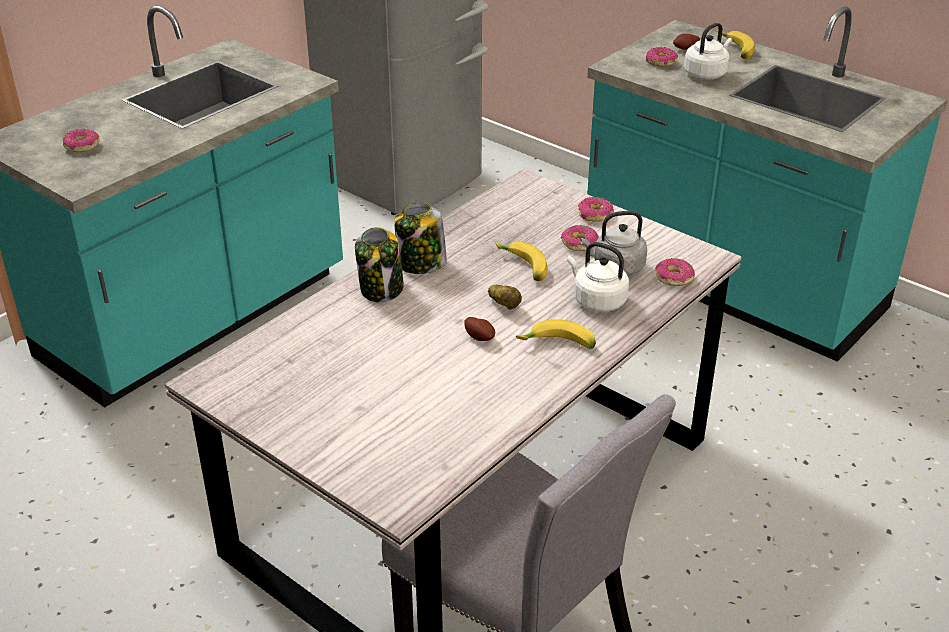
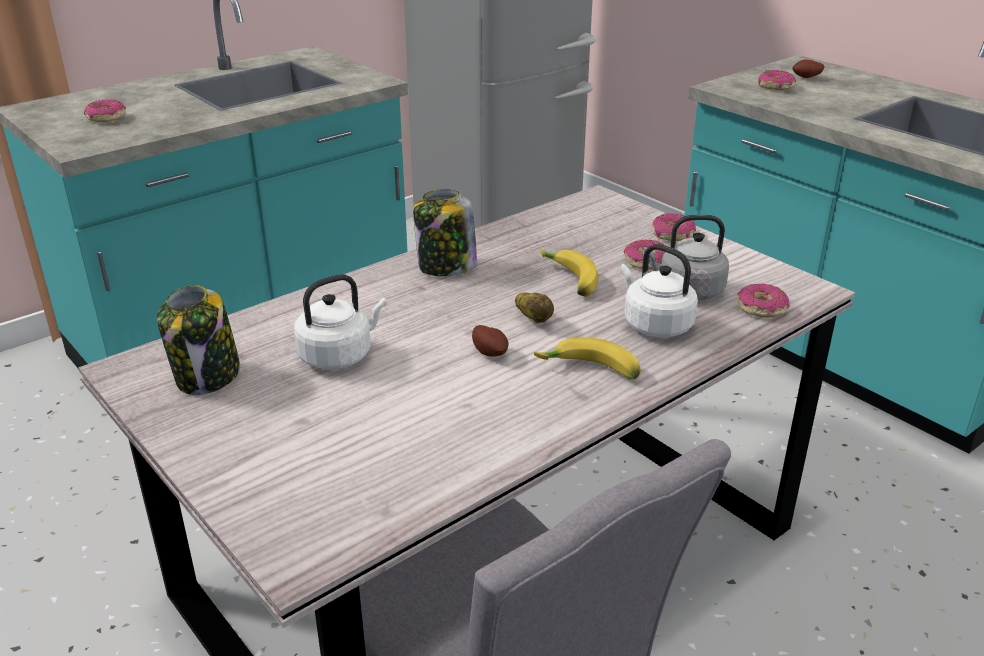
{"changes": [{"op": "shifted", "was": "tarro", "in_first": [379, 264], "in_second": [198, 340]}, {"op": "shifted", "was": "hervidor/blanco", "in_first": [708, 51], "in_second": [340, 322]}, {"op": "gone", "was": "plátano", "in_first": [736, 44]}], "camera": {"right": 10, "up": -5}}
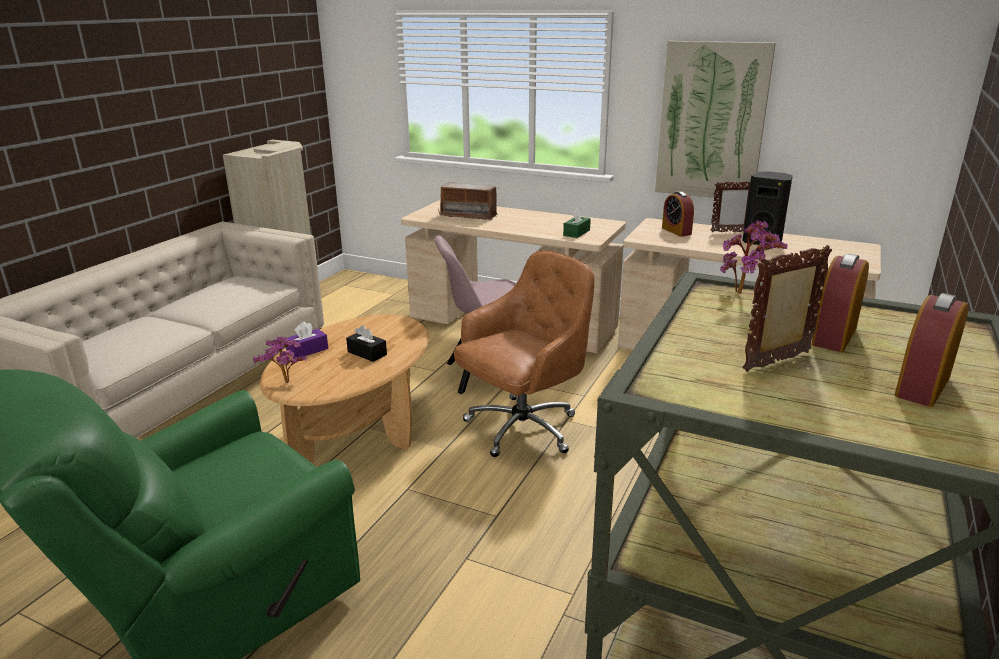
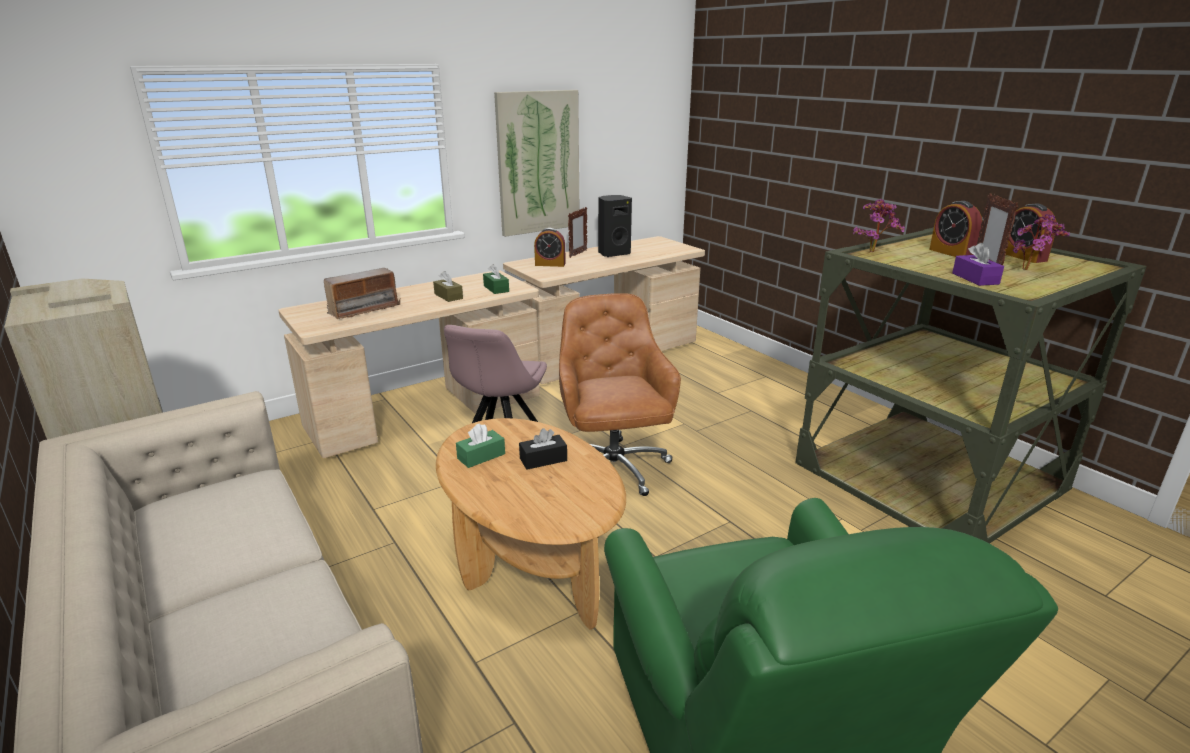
{"changes": [{"op": "shifted", "was": "planta en maceta", "in_first": [280, 359], "in_second": [1041, 242]}, {"op": "shifted", "was": "caja de pañuelos/morado", "in_first": [307, 340], "in_second": [978, 264]}, {"op": "new", "now": "caja de pañuelos/marrón", "in_second": [448, 286]}, {"op": "new", "now": "caja de pañuelos/verde", "in_second": [480, 445]}], "camera": {"right": -60, "up": 0}}
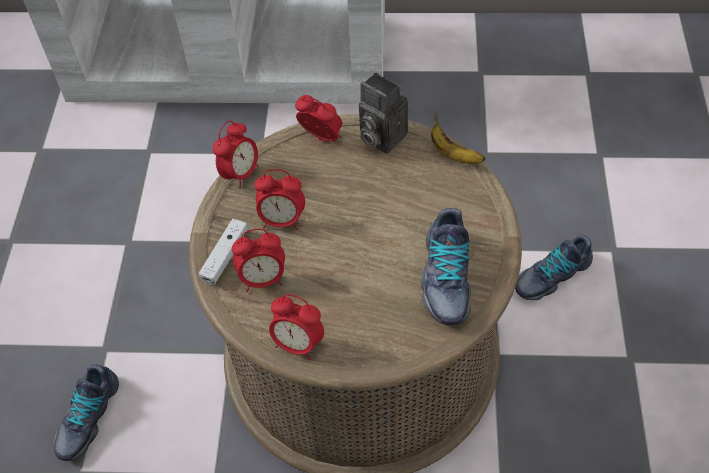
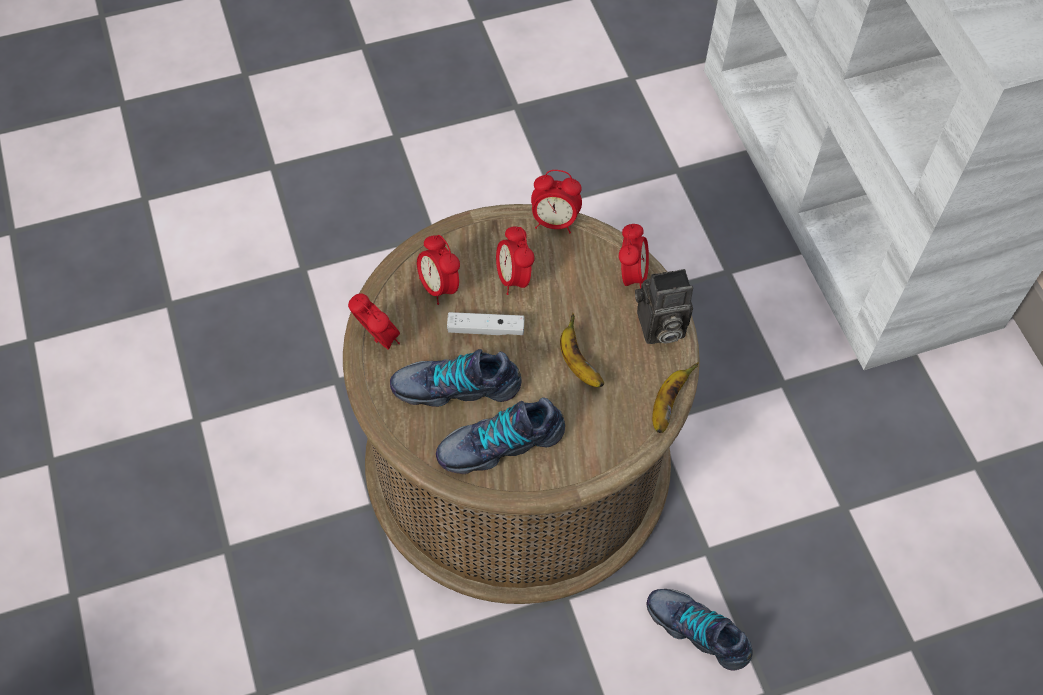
{"changes": [{"op": "shifted", "was": "zapato", "in_first": [86, 412], "in_second": [456, 378]}, {"op": "shifted", "was": "mando de consola/blanco", "in_first": [223, 252], "in_second": [486, 323]}, {"op": "rotated", "was": "despertador", "in_first": [296, 327], "in_second": [374, 321], "clockwise": 135}, {"op": "rotated", "was": "cámara", "in_first": [383, 113], "in_second": [664, 306], "clockwise": -120}, {"op": "new", "now": "plátano", "in_second": [582, 350]}], "camera": {"right": 65, "up": 5}}
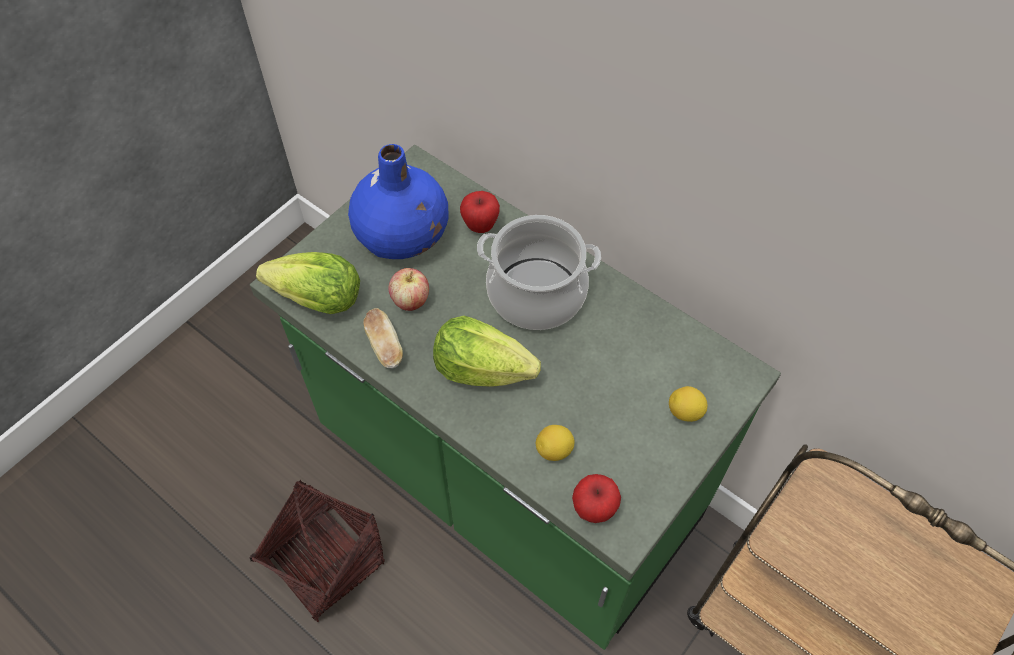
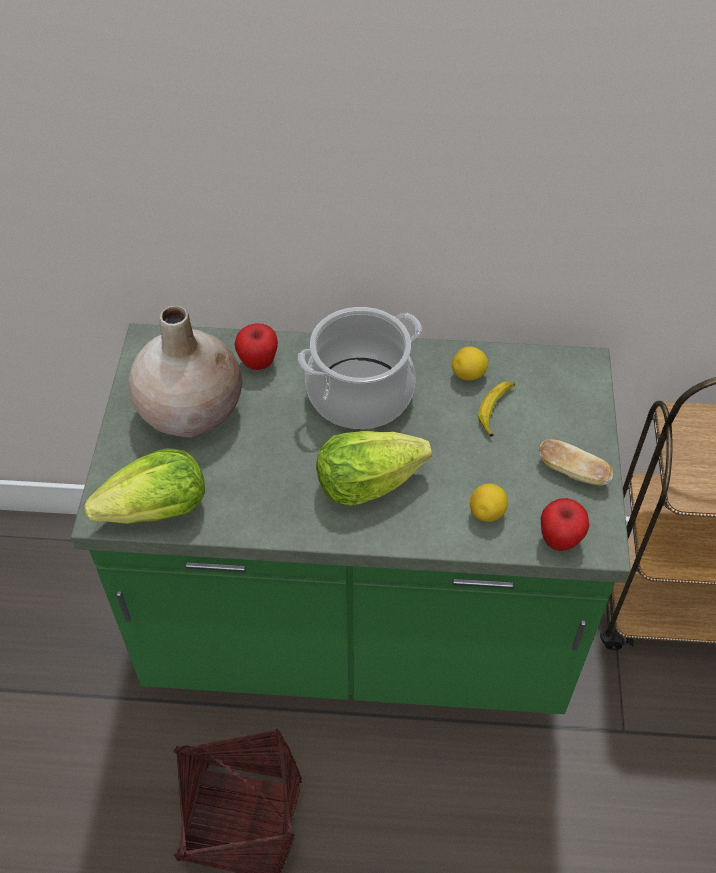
{"changes": [{"op": "repainted", "was": "florero/azul", "now": "florero/beis", "in_first": [398, 201], "in_second": [185, 371]}, {"op": "shifted", "was": "pan", "in_first": [383, 338], "in_second": [576, 462]}, {"op": "gone", "was": "manzana", "in_first": [409, 289]}, {"op": "shifted", "was": "limón", "in_first": [688, 404], "in_second": [470, 363]}, {"op": "new", "now": "plátano", "in_second": [496, 409]}], "camera": {"right": -35, "up": -5}}
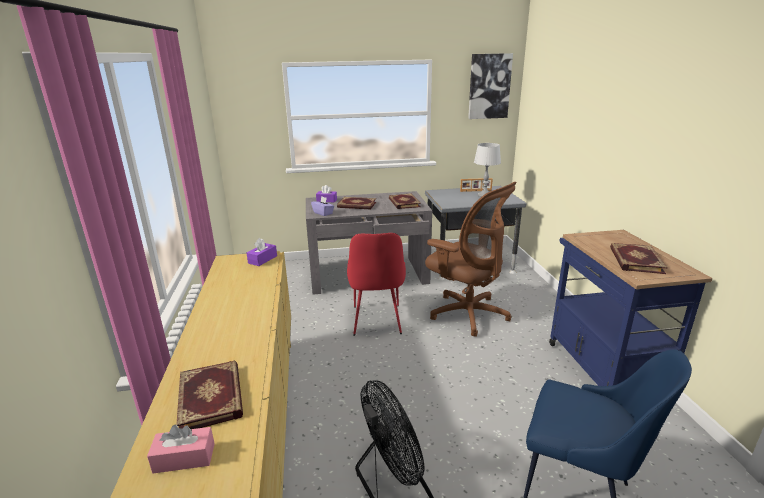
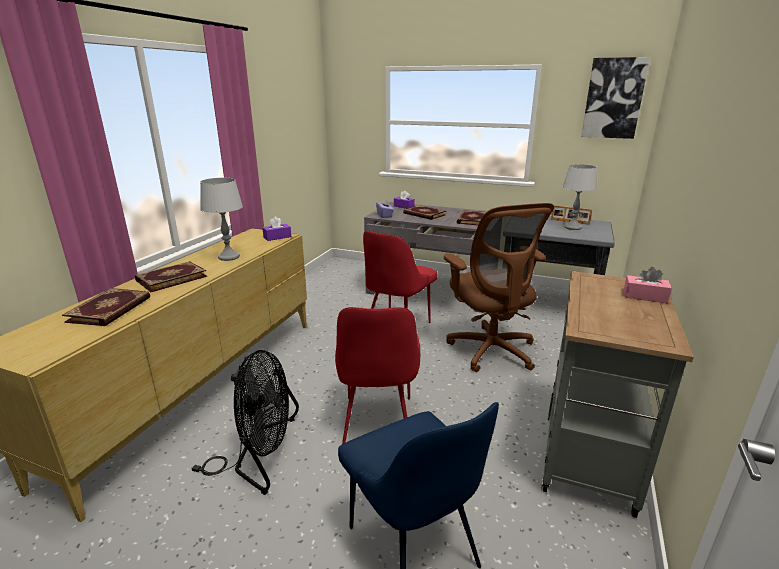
{"changes": [{"op": "shifted", "was": "caja de pañuelos/rosa", "in_first": [181, 449], "in_second": [648, 285]}, {"op": "repainted", "was": "carrito/azul", "now": "carrito/gris", "in_first": [631, 308], "in_second": [617, 394]}, {"op": "shifted", "was": "libro", "in_first": [639, 258], "in_second": [171, 276]}, {"op": "new", "now": "lámpara de mesa/gris", "in_second": [221, 219]}, {"op": "new", "now": "silla/rojo", "in_second": [377, 375]}], "camera": {"right": 30, "up": 0}}
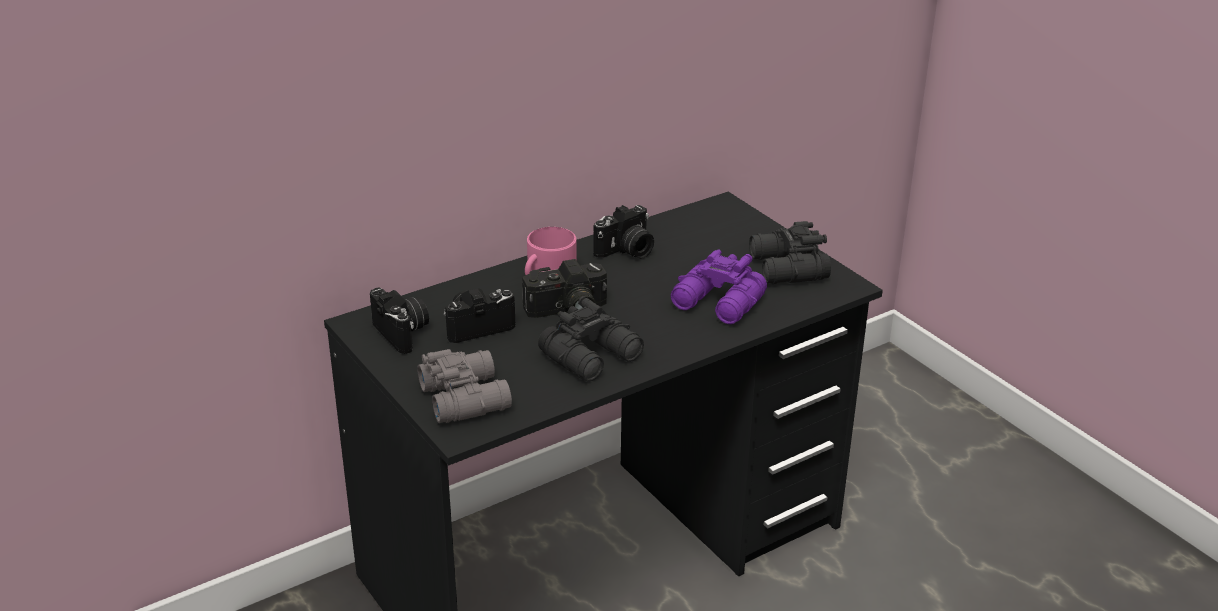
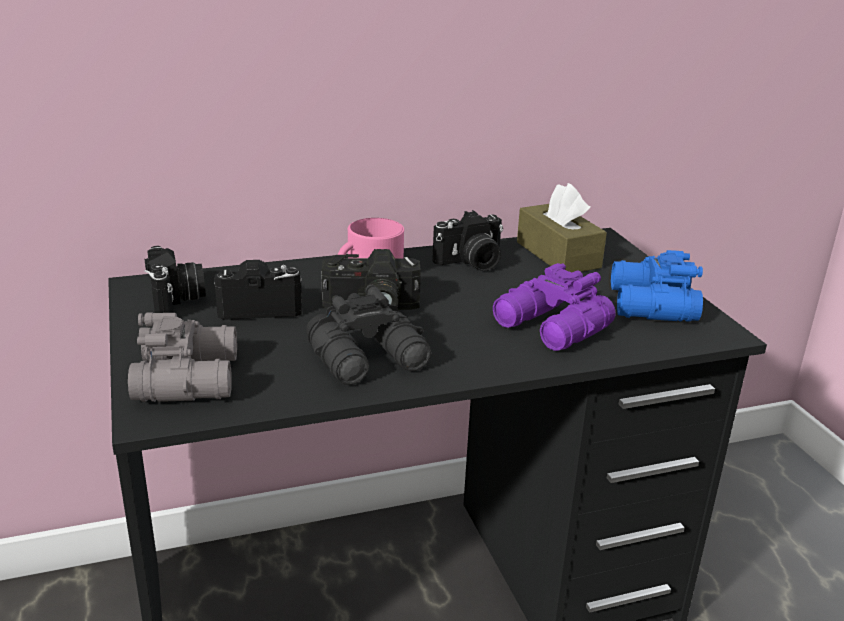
{"changes": [{"op": "repainted", "was": "prismáticos/negro", "now": "prismáticos/azul", "in_first": [790, 252], "in_second": [657, 286]}, {"op": "new", "now": "caja de pañuelos/marrón", "in_second": [562, 228]}], "camera": {"right": 15, "up": -5}}
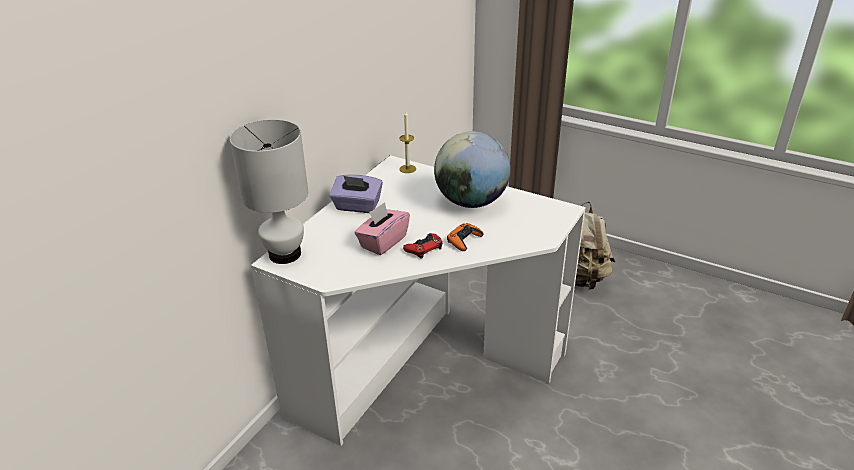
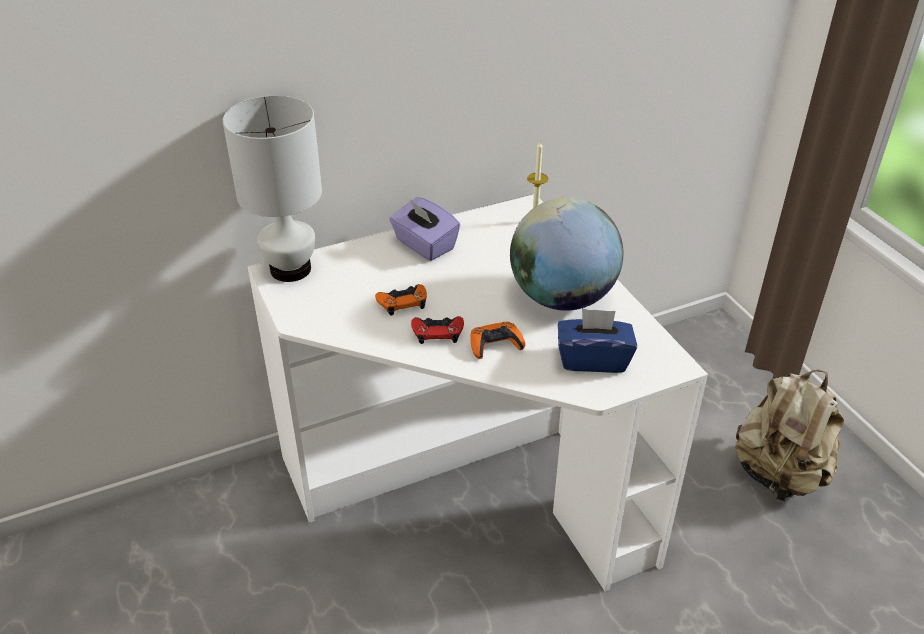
{"changes": [{"op": "swapped", "was": "caja de pañuelos/rosa", "now": "mando de consola/naranja", "in_first": [382, 228], "in_second": [401, 300]}, {"op": "new", "now": "caja de pañuelos/azul", "in_second": [597, 340]}], "camera": {"right": 35, "up": 5}}
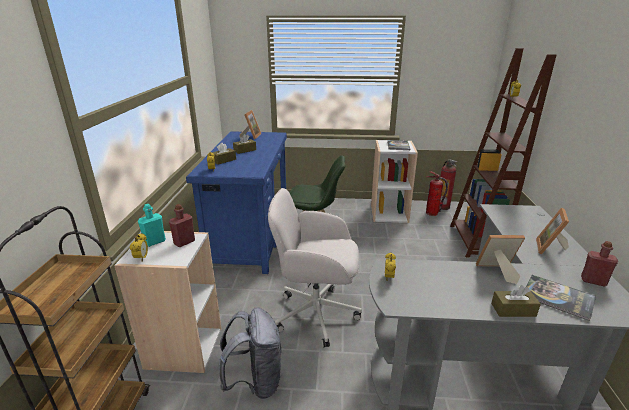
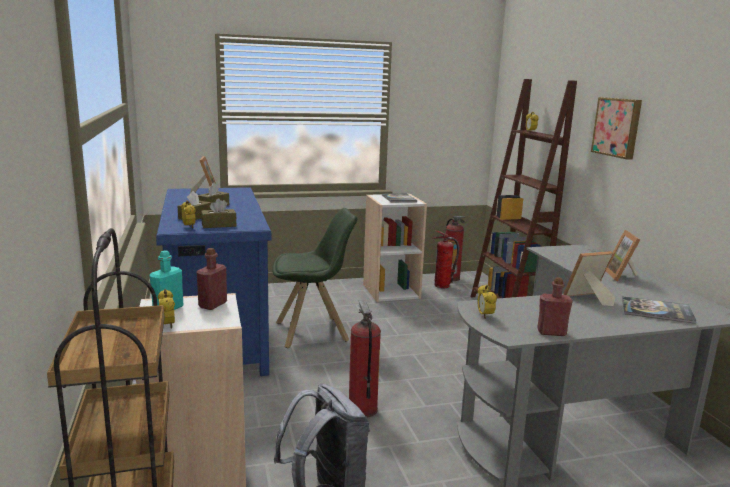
{"changes": [{"op": "swapped", "was": "silla de oficina/blanco", "now": "extintor", "in_first": [315, 268], "in_second": [365, 359]}, {"op": "shifted", "was": "caja de pañuelos/marrón", "in_first": [516, 301], "in_second": [219, 213]}, {"op": "shifted", "was": "botella/rojo", "in_first": [599, 264], "in_second": [555, 306]}, {"op": "new", "now": "cuadro", "in_second": [616, 128]}], "camera": {"right": -20, "up": -10}}
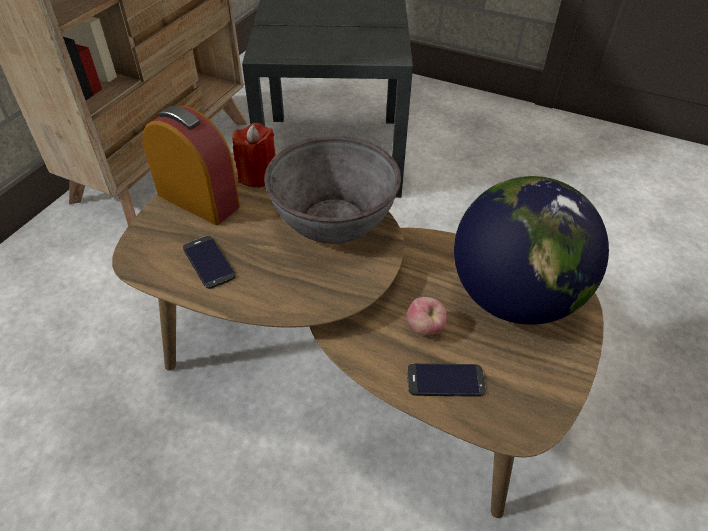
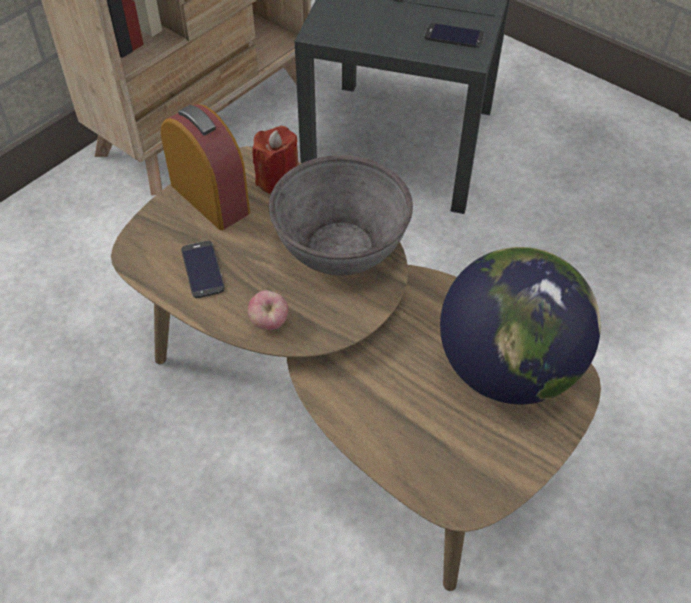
{"changes": [{"op": "shifted", "was": "manzana", "in_first": [427, 316], "in_second": [268, 310]}, {"op": "shifted", "was": "móvil", "in_first": [446, 380], "in_second": [454, 35]}], "camera": {"right": 15, "up": 5}}
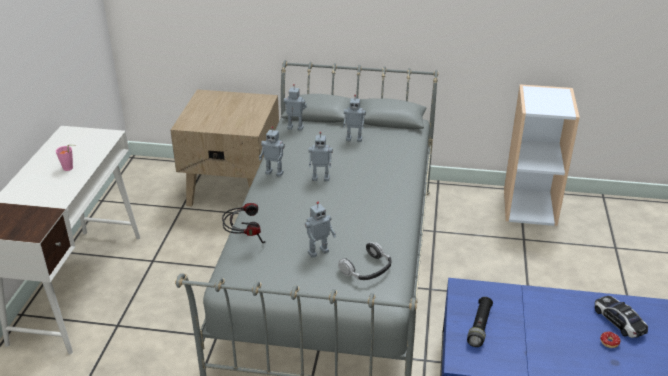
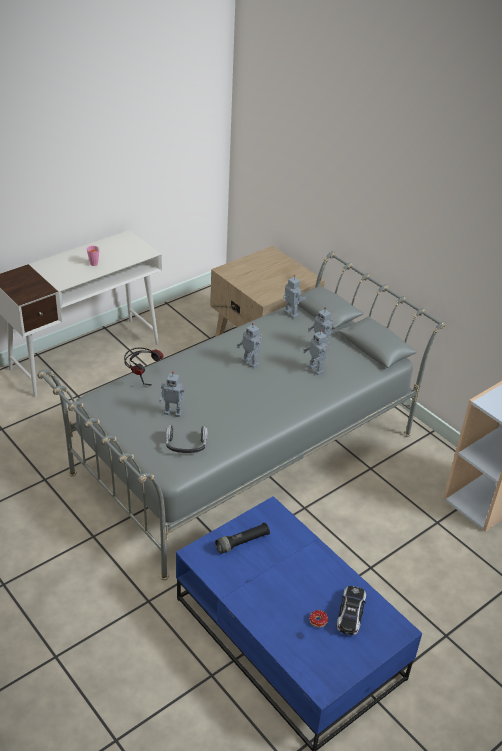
{"changes": [{"op": "shifted", "was": "robot de juguete", "in_first": [272, 151], "in_second": [316, 352]}], "camera": {"right": 40, "up": 5}}
